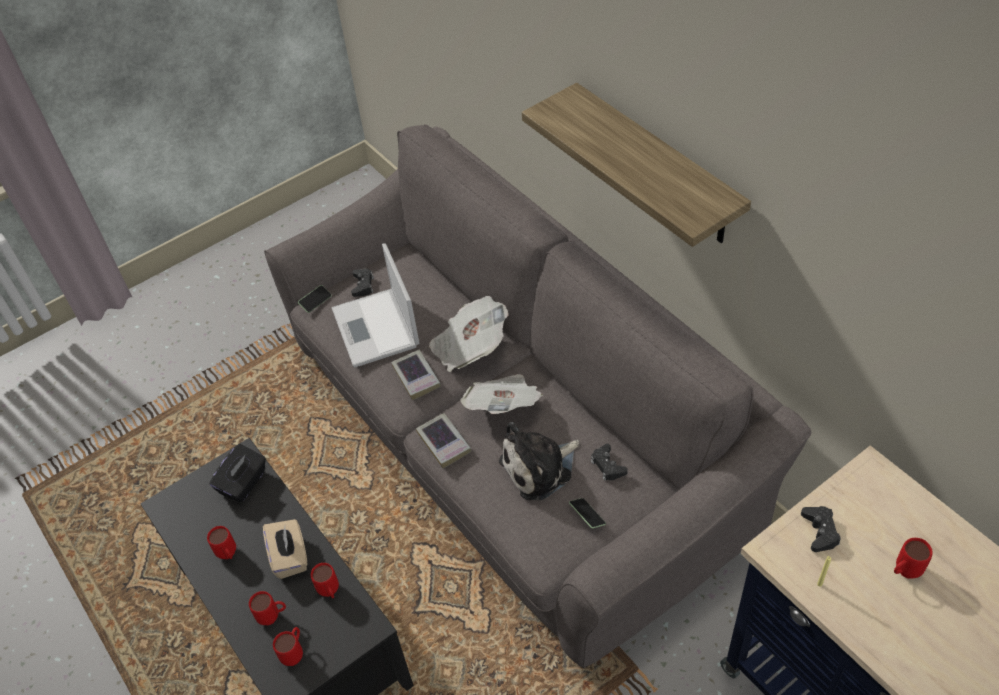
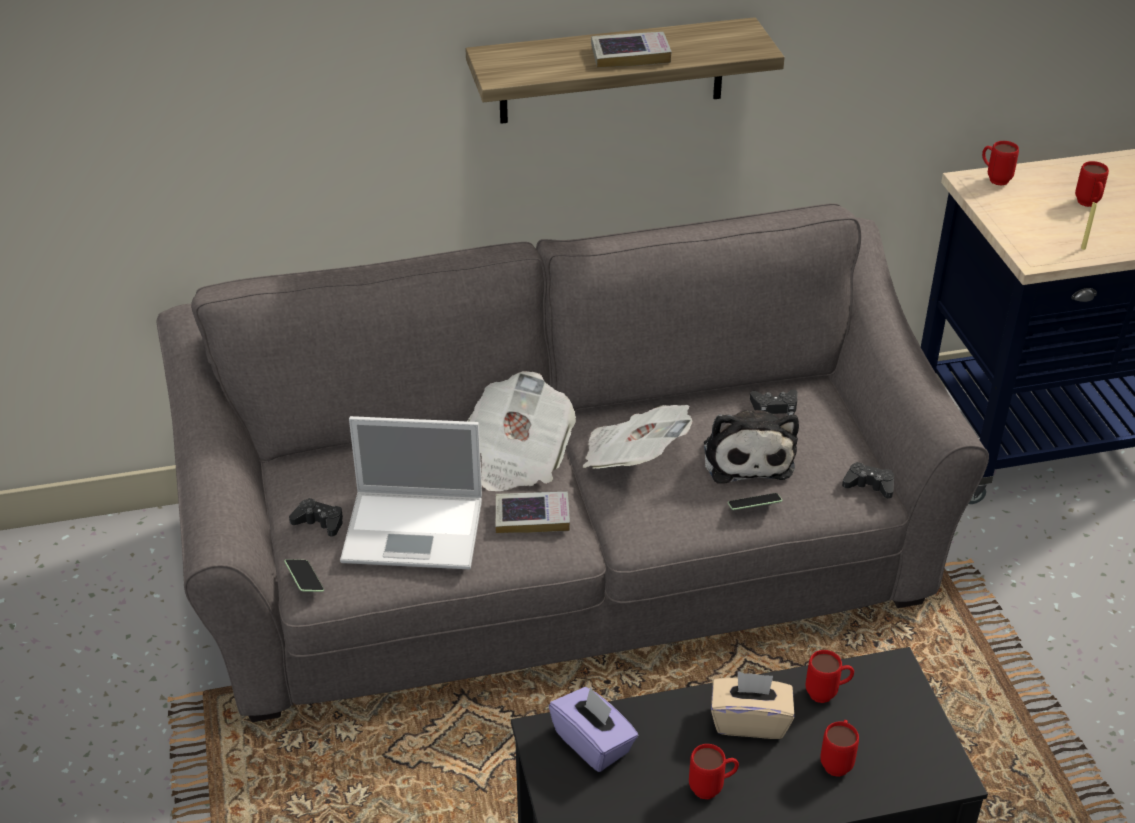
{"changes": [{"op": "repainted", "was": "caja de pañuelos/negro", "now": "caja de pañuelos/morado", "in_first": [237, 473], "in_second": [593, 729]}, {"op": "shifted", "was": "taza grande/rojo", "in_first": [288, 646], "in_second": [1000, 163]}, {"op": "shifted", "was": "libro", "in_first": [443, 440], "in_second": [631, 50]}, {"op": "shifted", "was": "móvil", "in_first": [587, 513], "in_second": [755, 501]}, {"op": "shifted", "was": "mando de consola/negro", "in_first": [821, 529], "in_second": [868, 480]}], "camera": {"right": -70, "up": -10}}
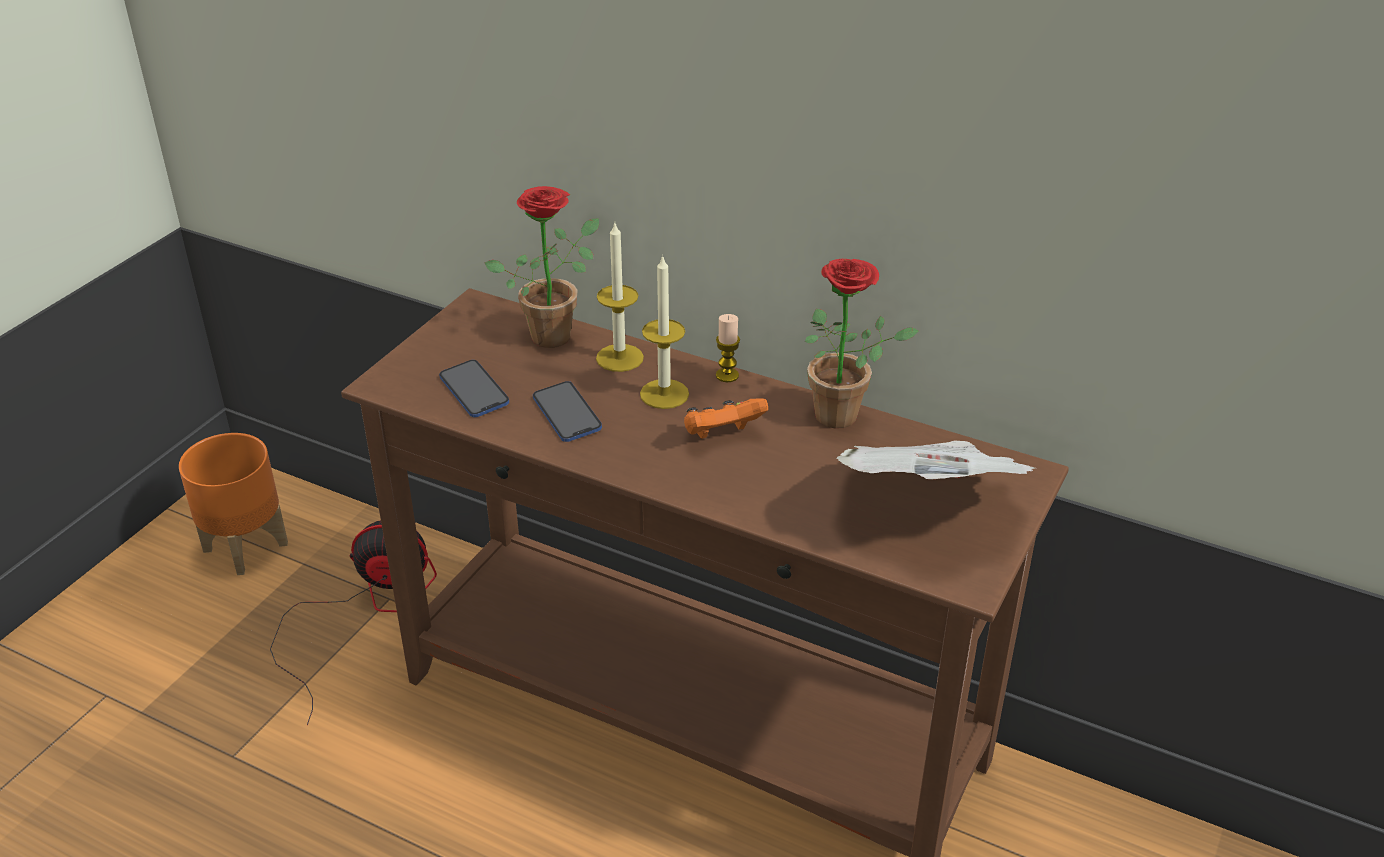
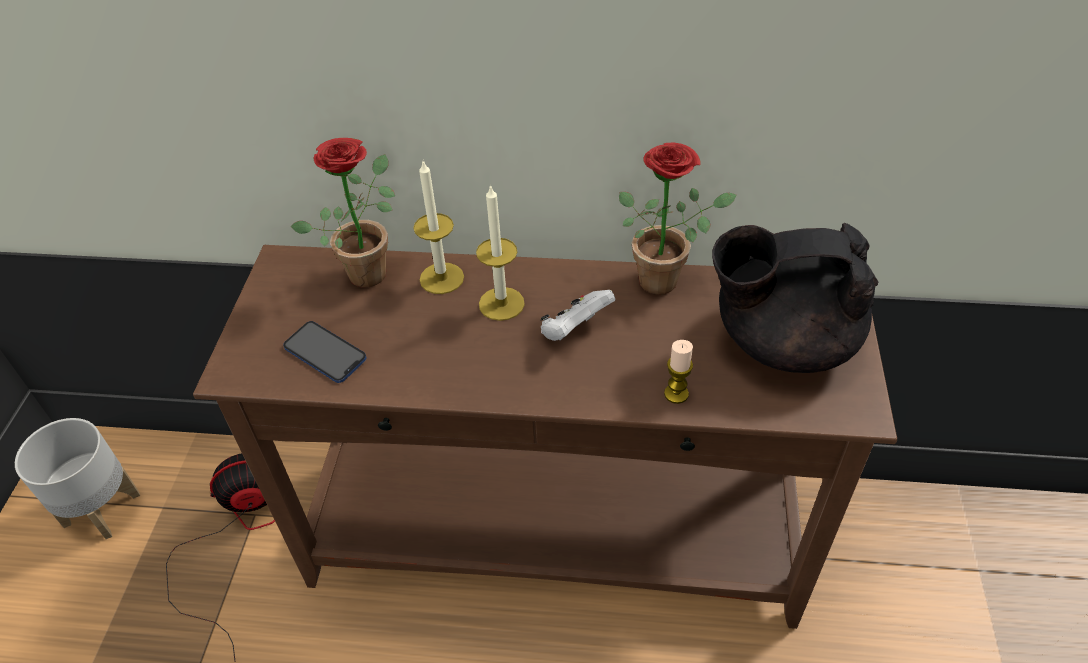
{"changes": [{"op": "repainted", "was": "maceta/naranja", "now": "maceta/gris", "in_first": [233, 504], "in_second": [77, 478]}, {"op": "gone", "was": "móvil", "in_first": [567, 411]}, {"op": "repainted", "was": "mando de consola/naranja", "now": "mando de consola/blanco", "in_first": [726, 418], "in_second": [578, 315]}, {"op": "shifted", "was": "vela", "in_first": [728, 348], "in_second": [678, 372]}, {"op": "swapped", "was": "periódico", "now": "tetera/negro", "in_first": [936, 460], "in_second": [795, 298]}], "camera": {"right": -20, "up": 10}}
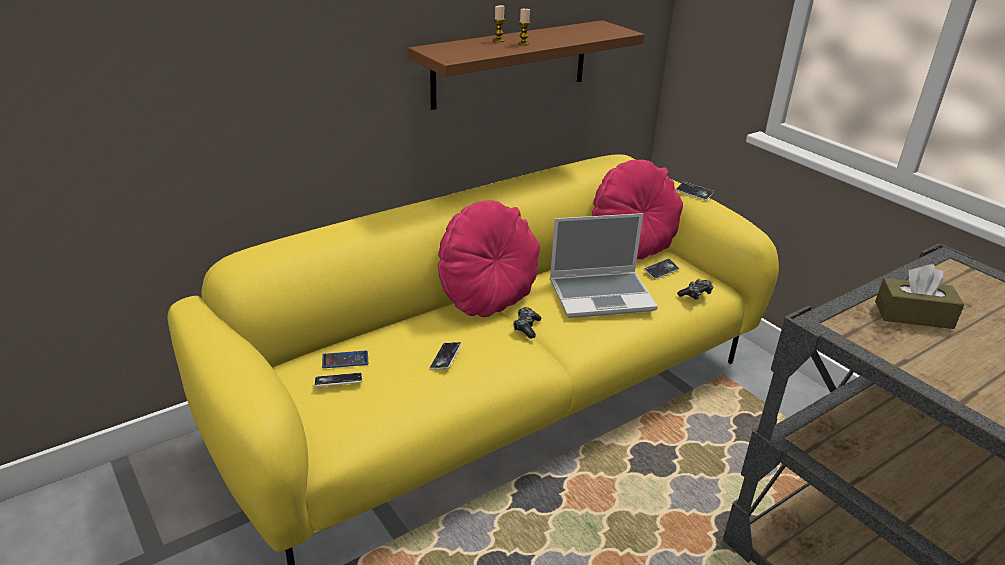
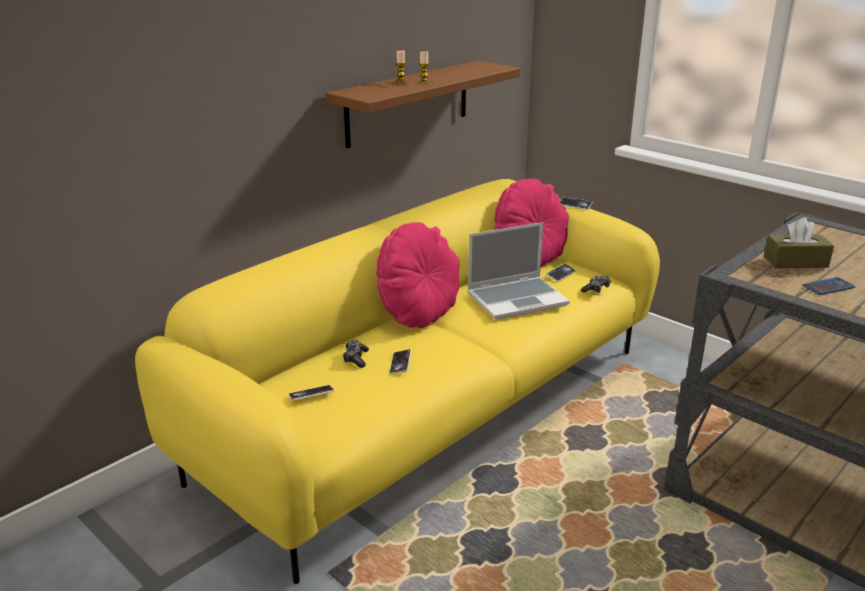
{"changes": [{"op": "shifted", "was": "móvil", "in_first": [345, 359], "in_second": [828, 286]}, {"op": "shifted", "was": "mando de consola", "in_first": [527, 323], "in_second": [356, 354]}], "camera": {"right": -10, "up": -5}}
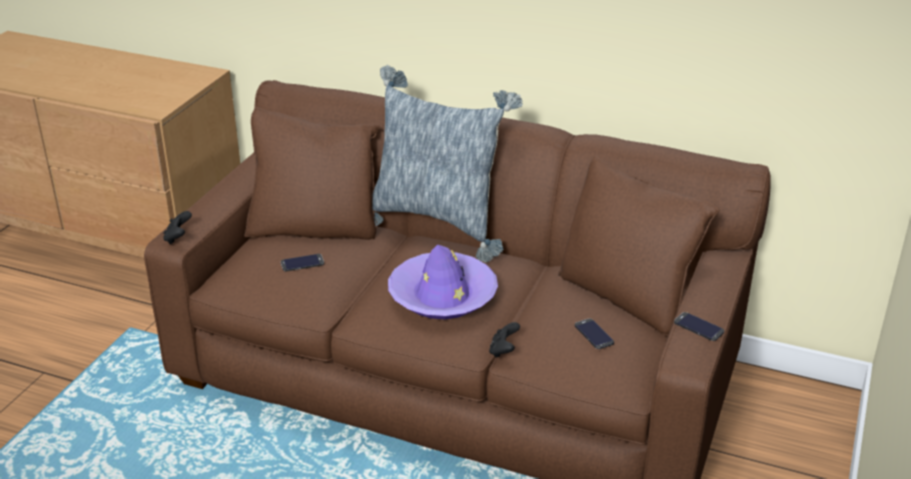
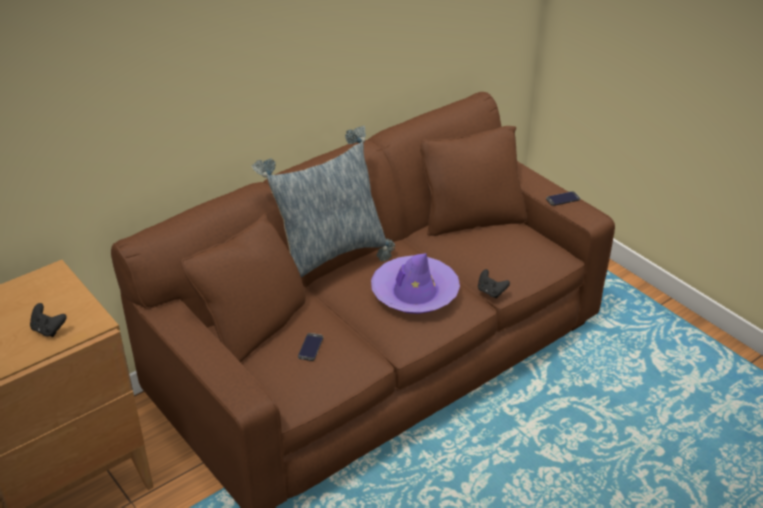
{"changes": [{"op": "shifted", "was": "mando de consola/negro", "in_first": [177, 227], "in_second": [48, 320]}, {"op": "gone", "was": "móvil", "in_first": [594, 334]}], "camera": {"right": -60, "up": 5}}
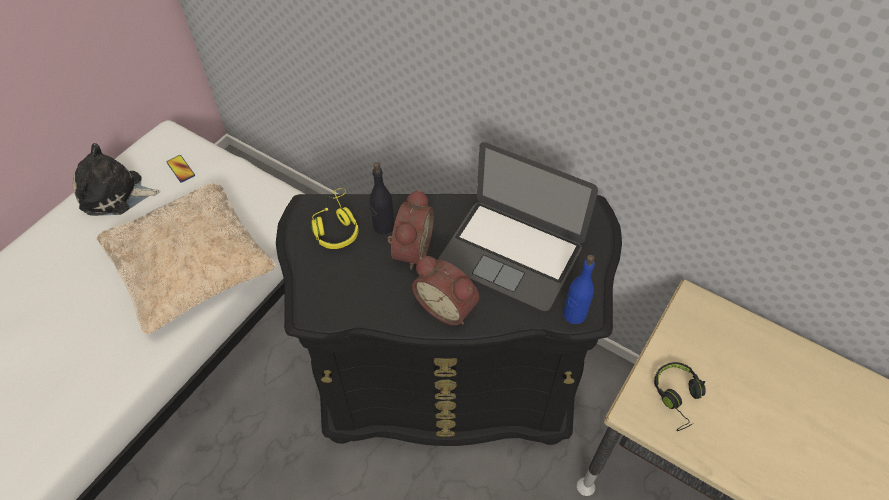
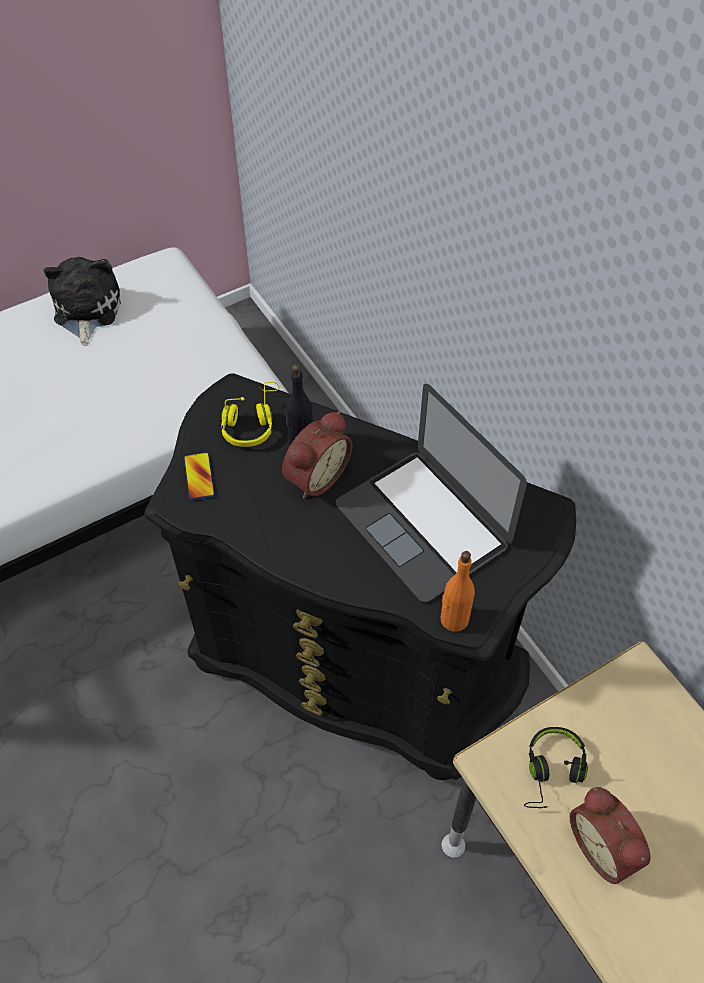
{"changes": [{"op": "rotated", "was": "peluche", "in_first": [116, 179], "in_second": [82, 301], "clockwise": 60}, {"op": "gone", "was": "cojín/beis", "in_first": [185, 258]}, {"op": "shifted", "was": "móvil", "in_first": [181, 168], "in_second": [199, 476]}, {"op": "shifted", "was": "despertador", "in_first": [445, 290], "in_second": [609, 835]}, {"op": "repainted", "was": "botella/azul", "now": "botella/naranja", "in_first": [579, 289], "in_second": [458, 591]}], "camera": {"right": 25, "up": 0}}
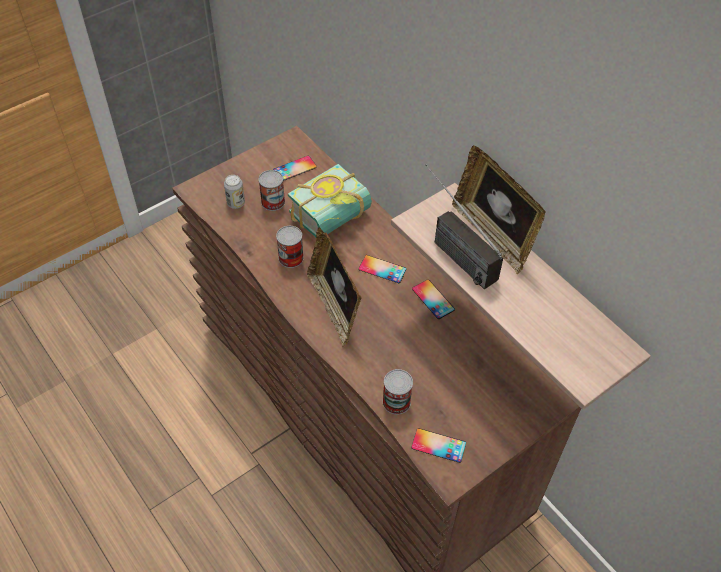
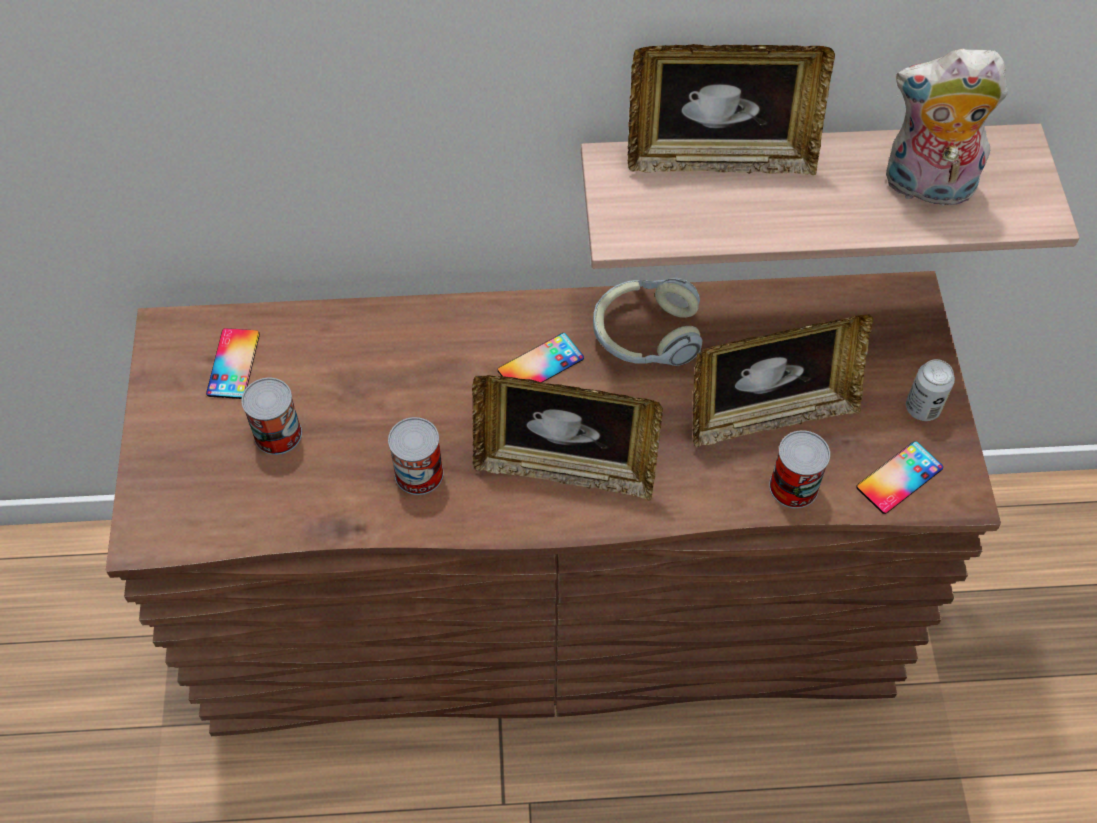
{"changes": [{"op": "shifted", "was": "lata", "in_first": [234, 192], "in_second": [930, 390]}, {"op": "gone", "was": "libro", "in_first": [330, 200]}, {"op": "swapped", "was": "móvil", "now": "auriculares", "in_first": [433, 299], "in_second": [647, 322]}, {"op": "gone", "was": "radio", "in_first": [464, 226]}, {"op": "new", "now": "portarretratos", "in_second": [782, 381]}, {"op": "new", "now": "peluche", "in_second": [947, 130]}], "camera": {"right": -55, "up": 5}}
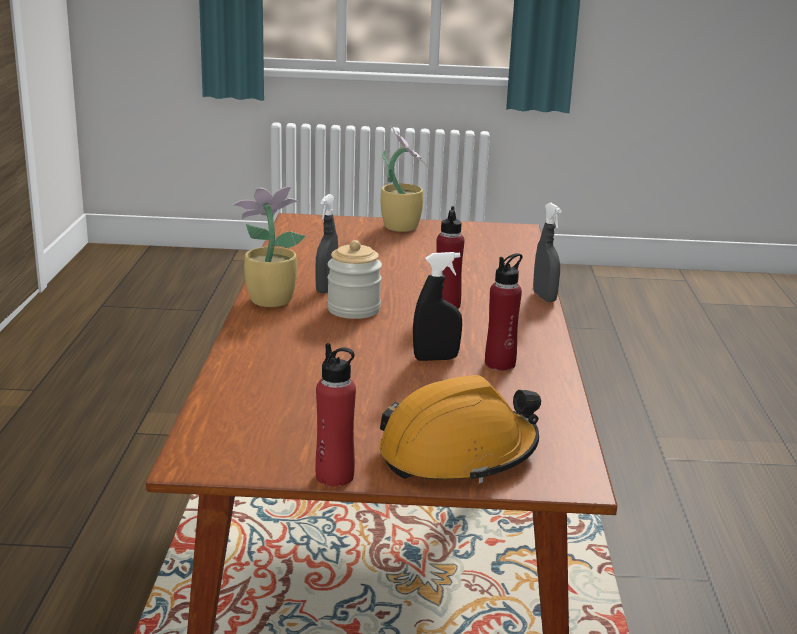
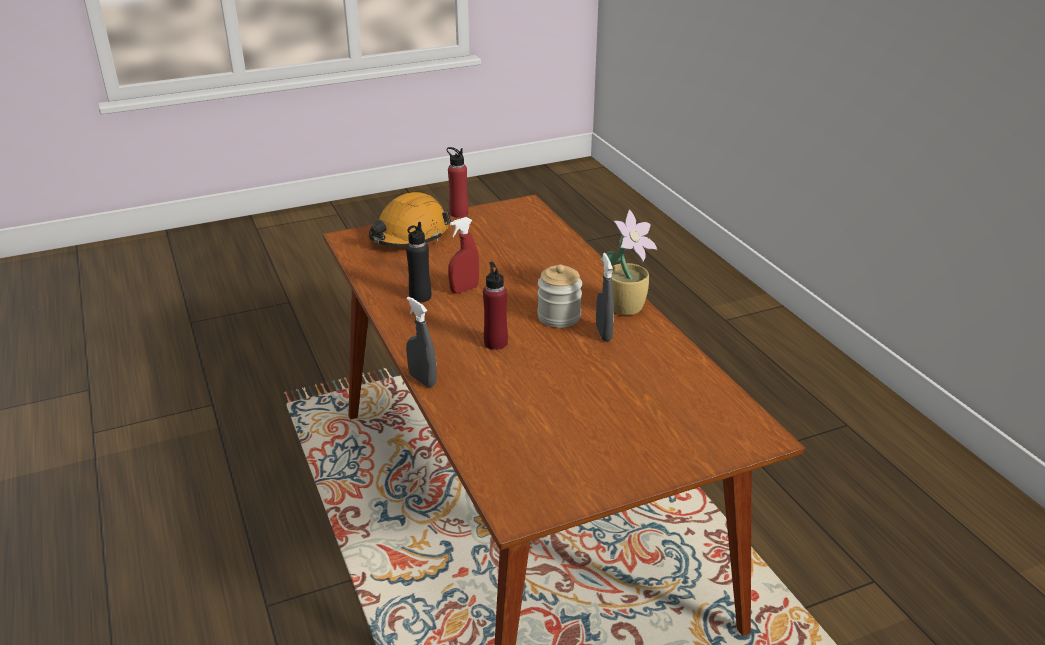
{"changes": [{"op": "gone", "was": "planta en maceta", "in_first": [403, 179]}, {"op": "repainted", "was": "pulverizador/negro", "now": "pulverizador/rojo", "in_first": [437, 306], "in_second": [463, 255]}, {"op": "repainted", "was": "botella/rojo", "now": "botella/negro", "in_first": [504, 311], "in_second": [418, 262]}], "camera": {"right": 155, "up": 10}}
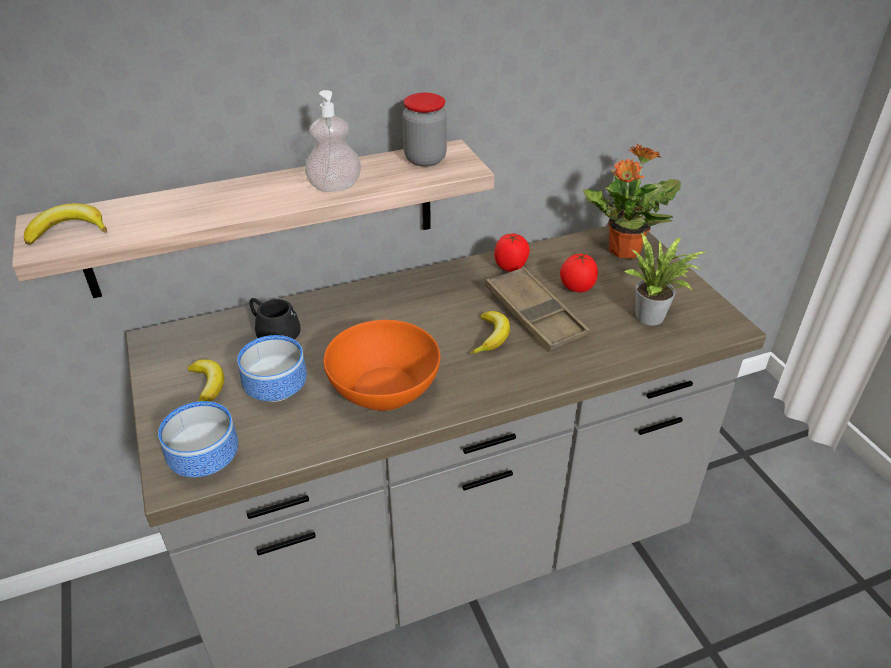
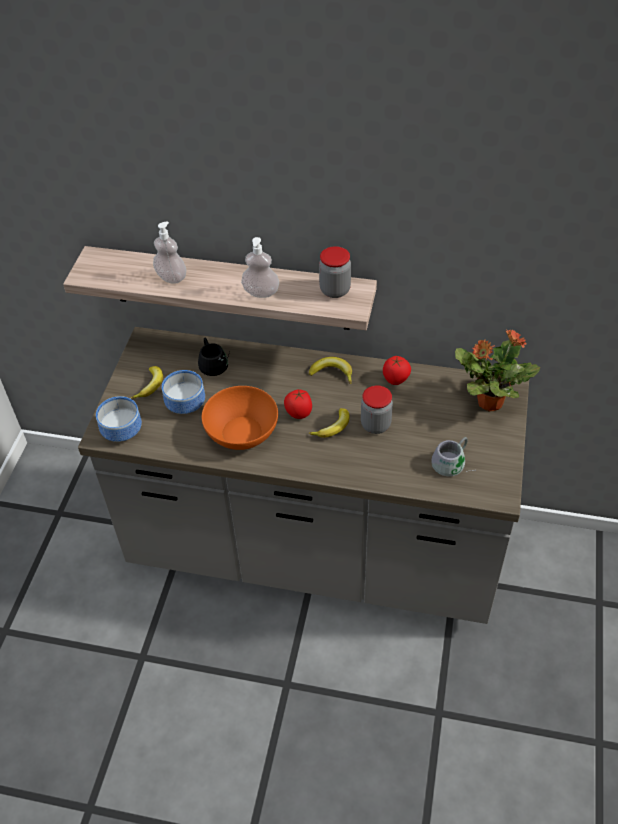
{"changes": [{"op": "shifted", "was": "plátano", "in_first": [65, 224], "in_second": [330, 370]}, {"op": "swapped", "was": "bandeja/marrón", "now": "tarro", "in_first": [537, 309], "in_second": [377, 409]}, {"op": "shifted", "was": "tomate", "in_first": [579, 273], "in_second": [298, 404]}, {"op": "swapped", "was": "planta en maceta", "now": "taza grande/gris", "in_first": [665, 278], "in_second": [453, 457]}, {"op": "new", "now": "dispensador de jabón", "in_second": [169, 253]}], "camera": {"right": 35, "up": 10}}
